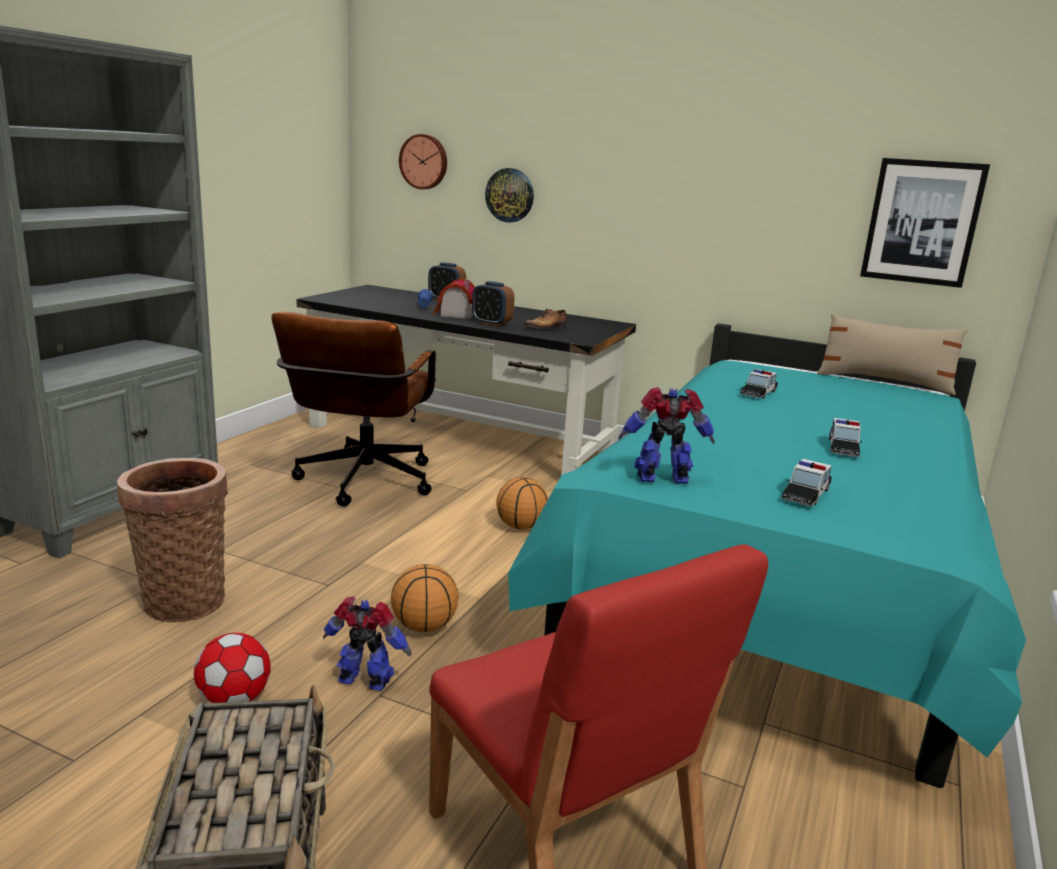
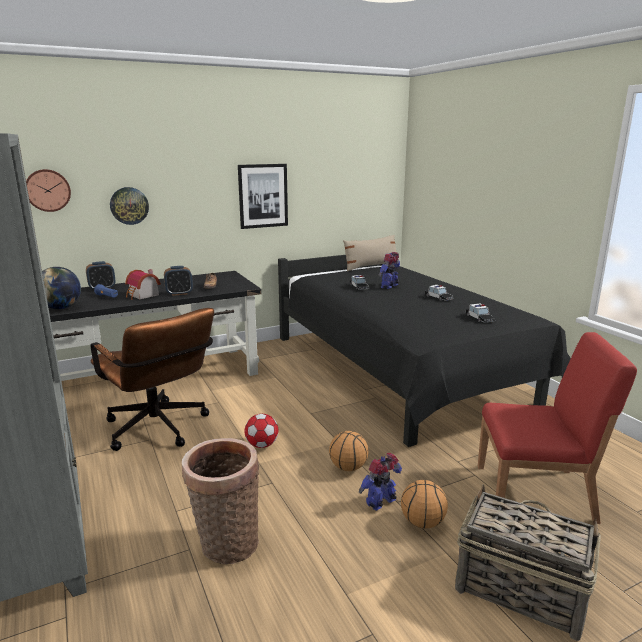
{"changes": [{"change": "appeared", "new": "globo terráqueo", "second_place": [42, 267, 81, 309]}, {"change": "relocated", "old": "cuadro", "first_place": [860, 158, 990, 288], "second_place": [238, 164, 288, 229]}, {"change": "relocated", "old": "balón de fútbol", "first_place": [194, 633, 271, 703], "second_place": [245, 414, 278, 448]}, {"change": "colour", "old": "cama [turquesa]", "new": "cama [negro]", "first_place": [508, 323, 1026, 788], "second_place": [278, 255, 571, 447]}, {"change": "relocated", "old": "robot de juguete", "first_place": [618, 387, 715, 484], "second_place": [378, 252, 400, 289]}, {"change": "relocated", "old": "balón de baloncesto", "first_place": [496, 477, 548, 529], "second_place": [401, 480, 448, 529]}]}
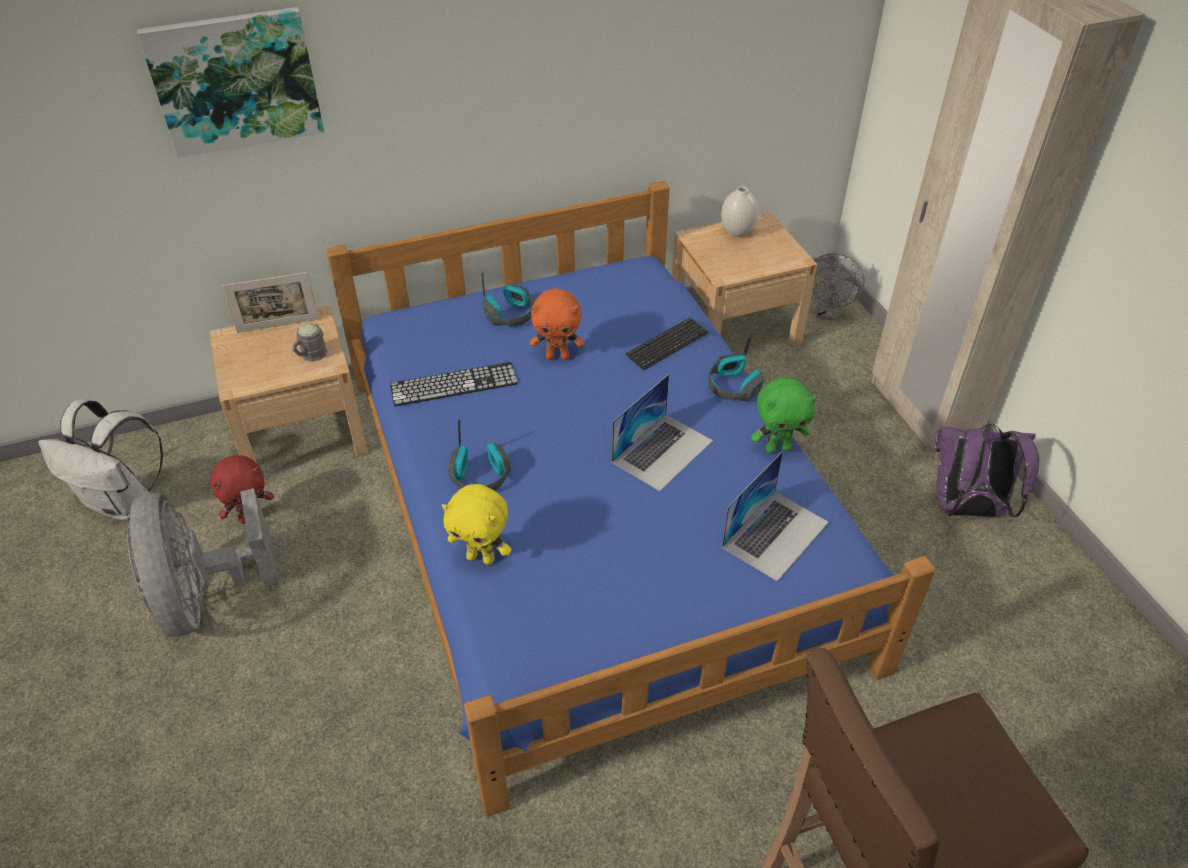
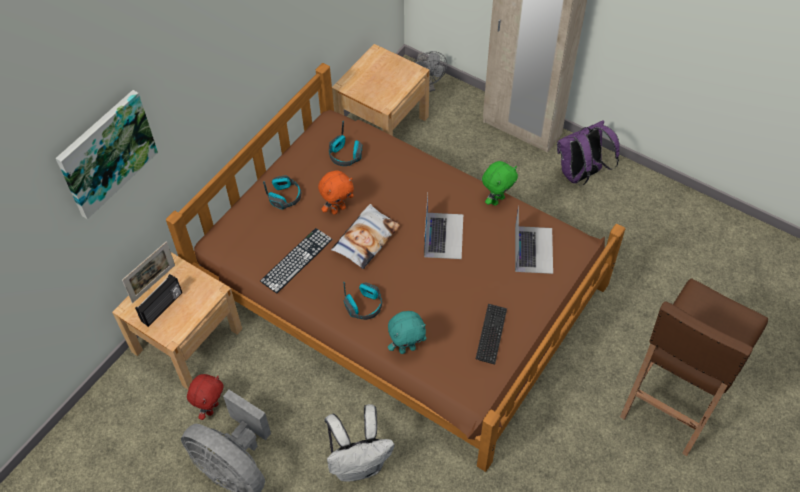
{"changes": [{"change": "appeared", "new": "radio", "second_place": [135, 274, 182, 327]}, {"change": "colour", "old": "cama [azul]", "new": "cama [marrón]", "first_place": [326, 181, 936, 817], "second_place": [166, 63, 625, 472]}, {"change": "relocated", "old": "mochila [blanco]", "first_place": [38, 399, 163, 520], "second_place": [325, 404, 395, 482]}, {"change": "relocated", "old": "auriculares", "first_place": [708, 331, 764, 401], "second_place": [329, 121, 362, 166]}, {"change": "appeared", "new": "cojín", "second_place": [331, 204, 401, 269]}, {"change": "colour", "old": "peluche [amarillo]", "new": "peluche [turquesa]", "first_place": [442, 484, 512, 565], "second_place": [388, 311, 426, 354]}, {"change": "relocated", "old": "teclado", "first_place": [625, 317, 708, 370], "second_place": [476, 304, 507, 365]}, {"change": "missing", "old": "taza grande [gris]", "first_place": [292, 323, 327, 362]}, {"change": "missing", "old": "florero [blanco]", "first_place": [721, 186, 759, 237]}]}
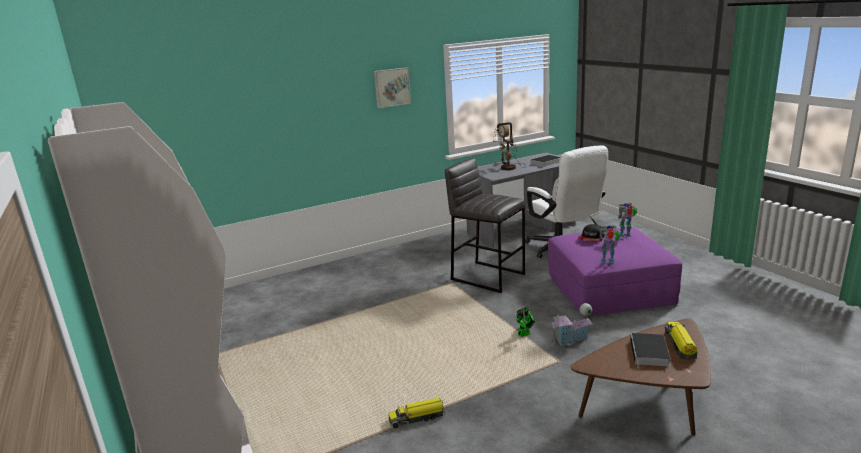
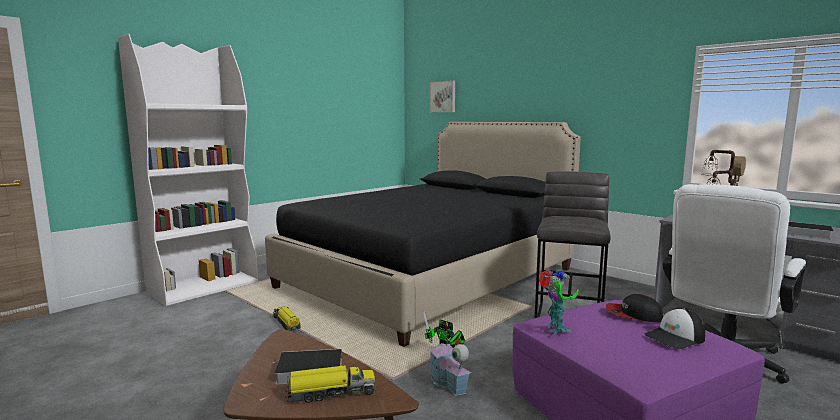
{"changes": [{"change": "appeared", "new": "cama [negro]", "second_place": [265, 122, 581, 347]}, {"change": "relocated", "old": "cuadro", "first_place": [374, 67, 411, 108], "second_place": [430, 80, 455, 112]}, {"change": "exchanged", "old": "robot de juguete", "new": "gorra", "first_place": [618, 203, 637, 238], "second_place": [645, 308, 705, 349]}]}
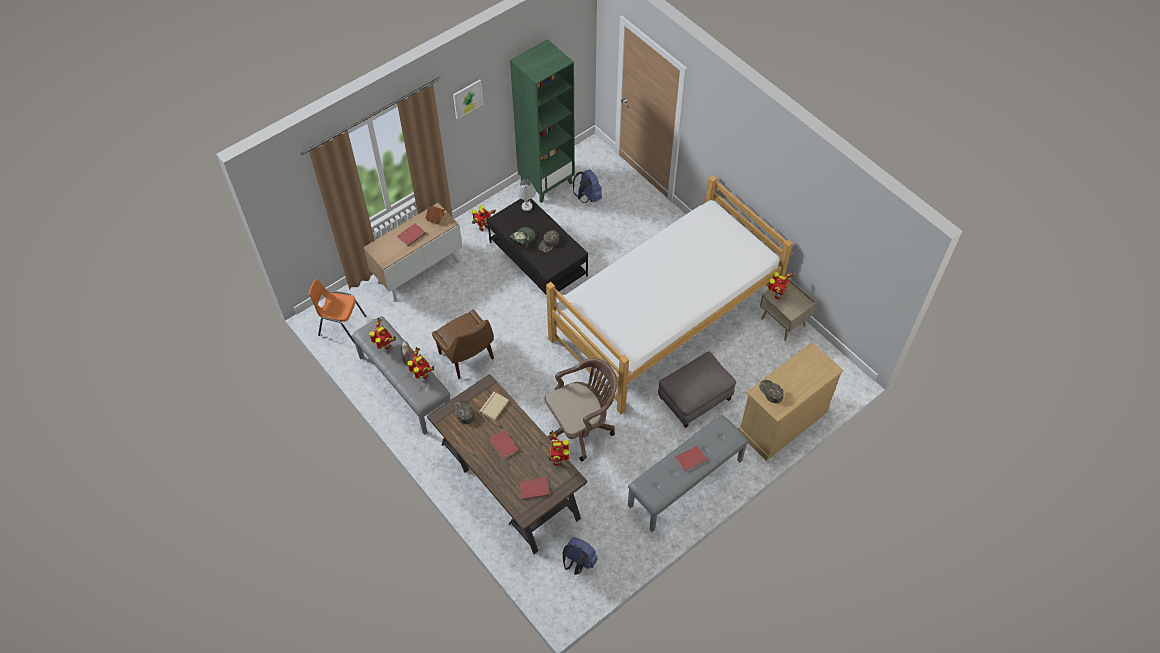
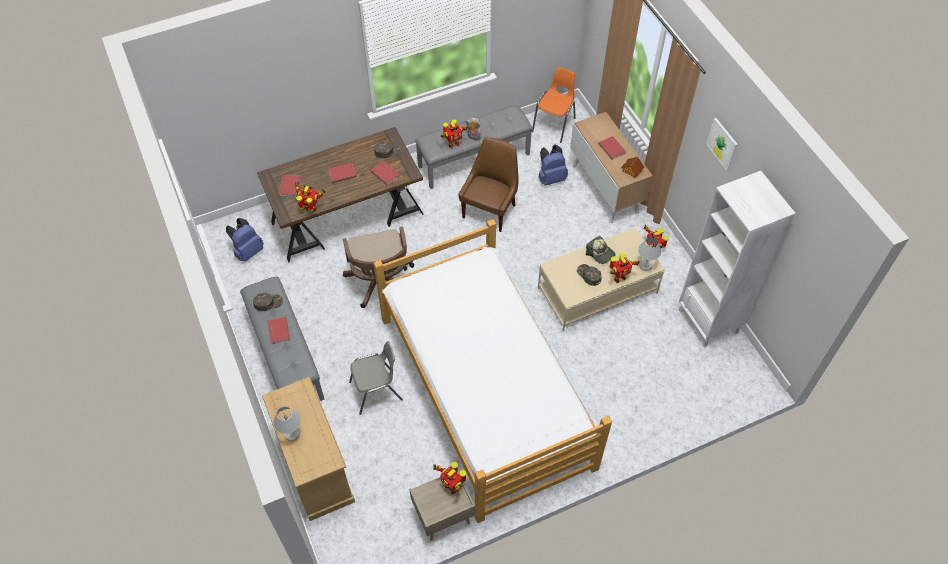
{"changes": [{"change": "relocated", "old": "gorra [verde]", "first_place": [759, 380, 784, 403], "second_place": [253, 293, 283, 311]}, {"change": "appeared", "new": "lámpara de mesa [blanco]", "second_place": [274, 407, 301, 441]}, {"change": "exchanged", "old": "puf [gris]", "new": "silla [gris]", "first_place": [658, 351, 737, 428], "second_place": [349, 341, 403, 415]}, {"change": "colour", "old": "libro [beis]", "new": "libro [rojo]", "first_place": [480, 392, 509, 420], "second_place": [370, 161, 400, 185]}, {"change": "spun", "old": "silla [marrón]", "first_place": [432, 310, 494, 379], "second_place": [458, 137, 519, 232], "degrees": 135}, {"change": "colour", "old": "mesa de centro [negro]", "new": "mesa de centro [beis]", "first_place": [487, 199, 588, 294], "second_place": [538, 228, 664, 331]}, {"change": "relocated", "old": "mochila [azul]", "first_place": [573, 170, 602, 203], "second_place": [539, 144, 568, 186]}, {"change": "relocated", "old": "robot de juguete", "first_place": [369, 318, 396, 350], "second_place": [609, 253, 640, 283]}, {"change": "colour", "old": "estantería [verde]", "new": "estantería [blanco]", "first_place": [510, 39, 575, 203], "second_place": [679, 171, 796, 348]}]}
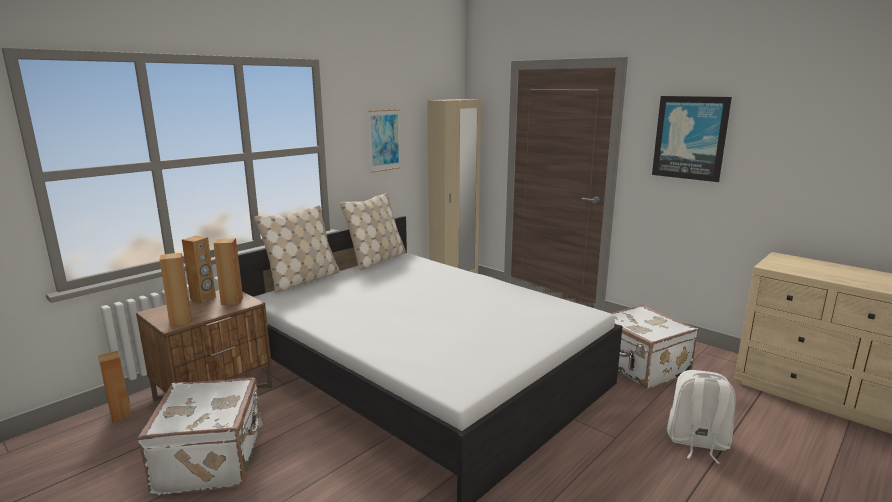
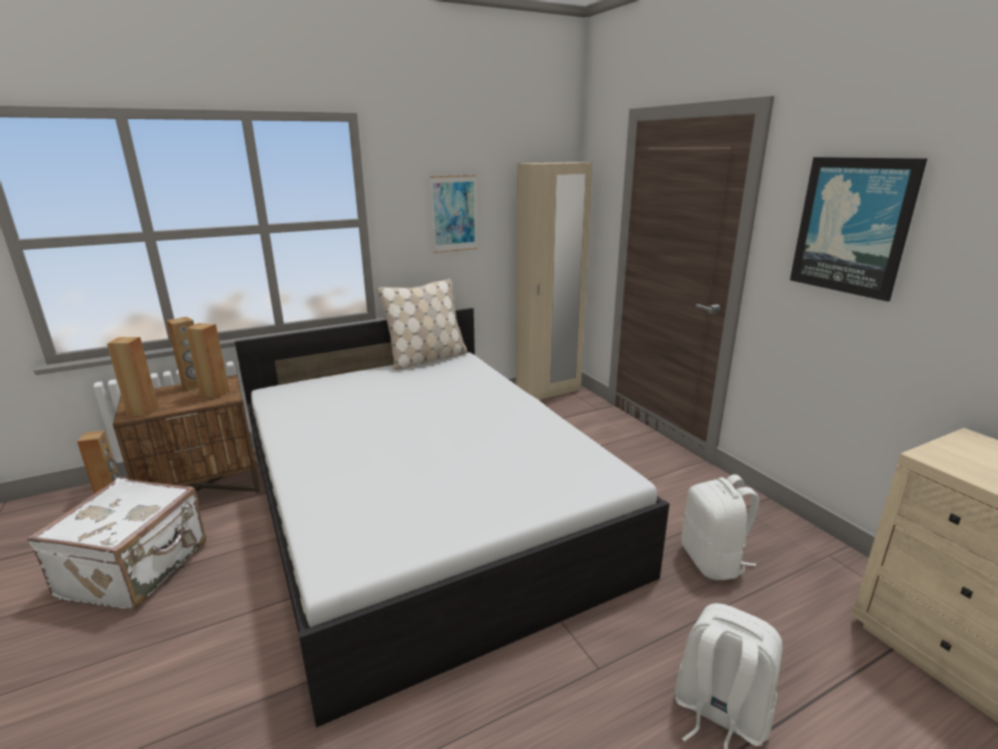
{"changes": [{"change": "exchanged", "old": "maleta [blanco]", "new": "mochila [blanco]", "first_place": [610, 305, 698, 389], "second_place": [681, 474, 760, 580]}, {"change": "missing", "old": "cojín [beis]", "first_place": [254, 205, 340, 293]}]}
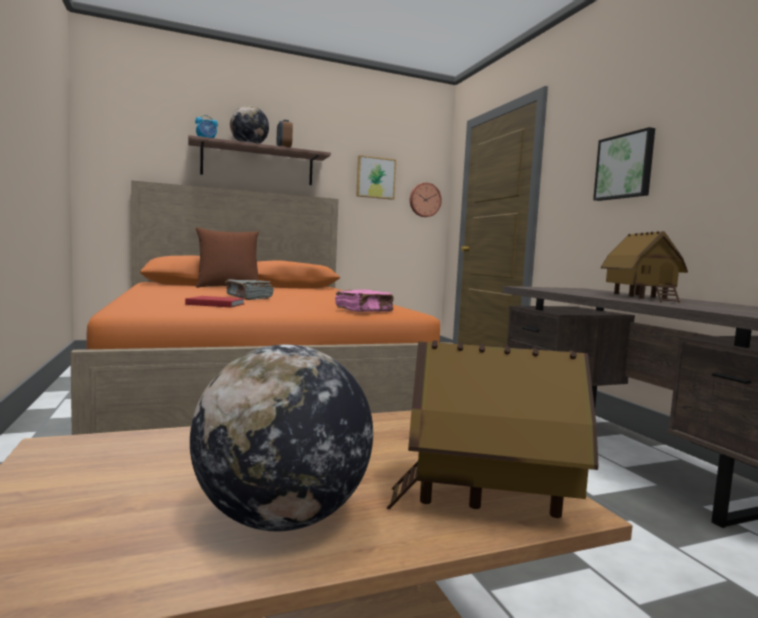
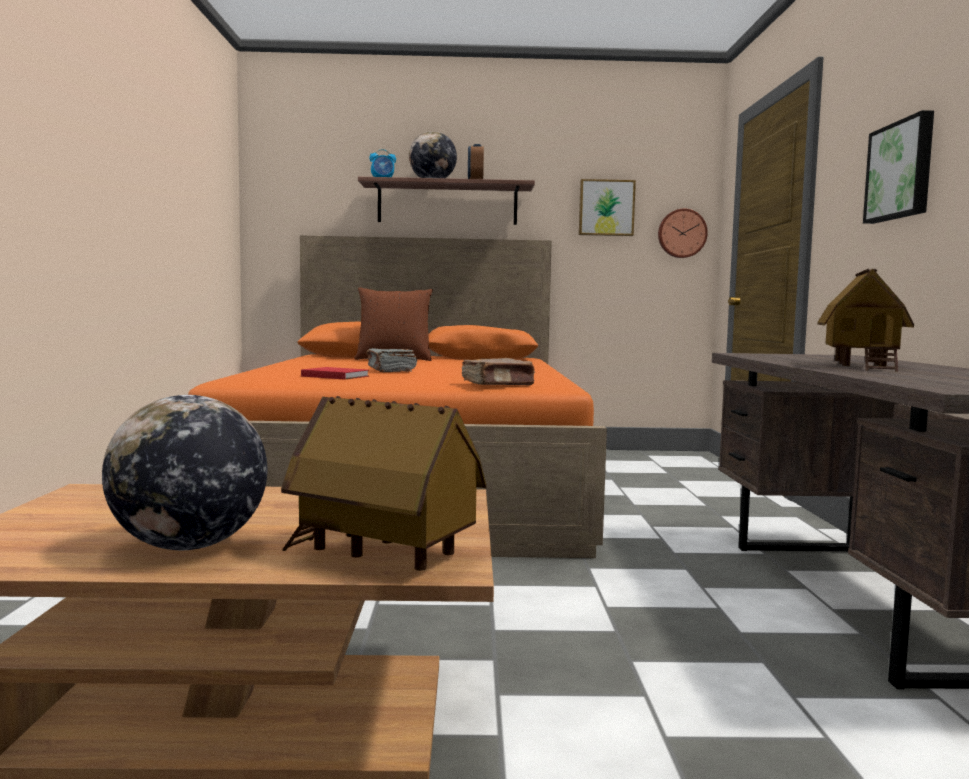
{"changes": [{"change": "colour", "old": "libro [rosa]", "new": "libro [marrón]", "first_place": [335, 289, 394, 312], "second_place": [462, 358, 535, 386]}]}
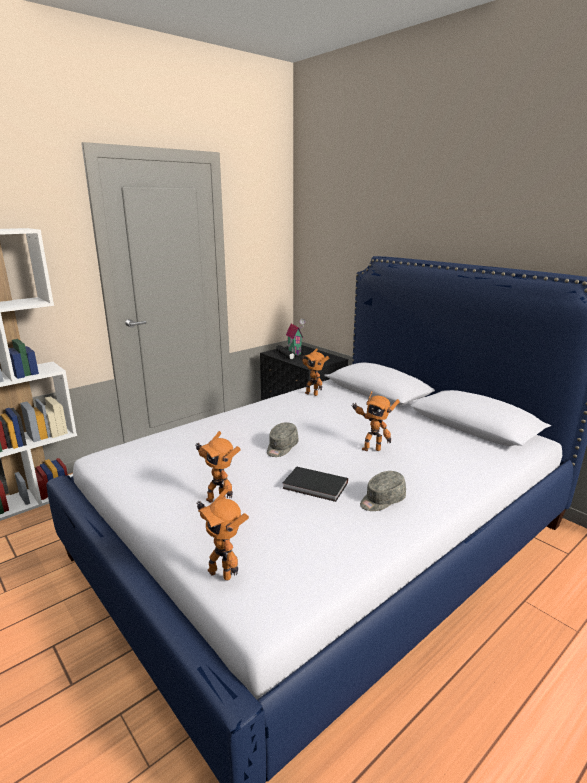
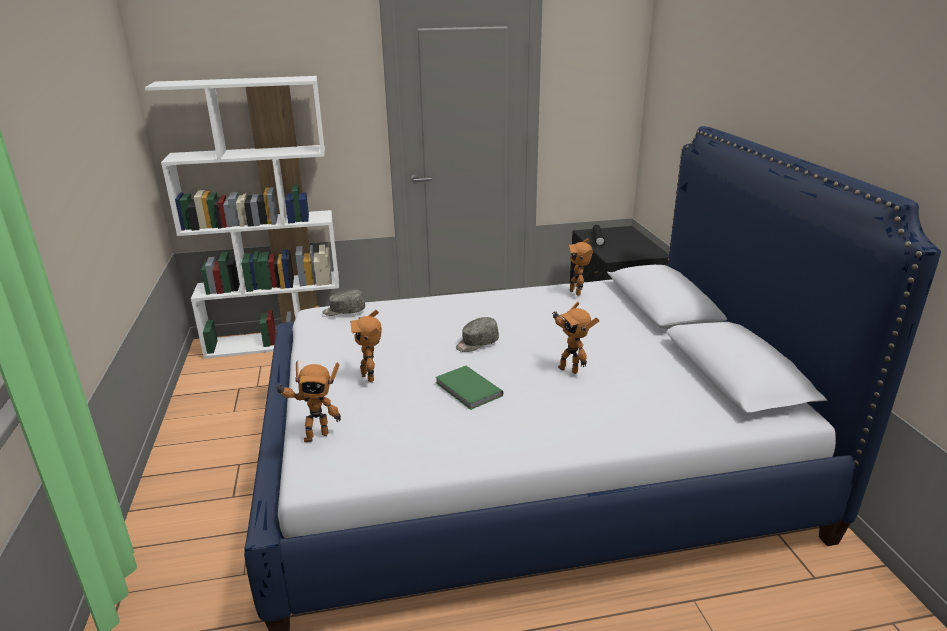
{"changes": [{"change": "spun", "old": "robot de juguete", "first_place": [196, 489, 249, 581], "second_place": [274, 361, 341, 442], "degrees": -90}, {"change": "relocated", "old": "gorra [gris]", "first_place": [360, 471, 406, 511], "second_place": [322, 290, 365, 316]}, {"change": "colour", "old": "libro [negro]", "new": "libro [verde]", "first_place": [282, 467, 348, 502], "second_place": [436, 366, 503, 410]}, {"change": "missing", "old": "casita", "first_place": [286, 319, 305, 355]}]}
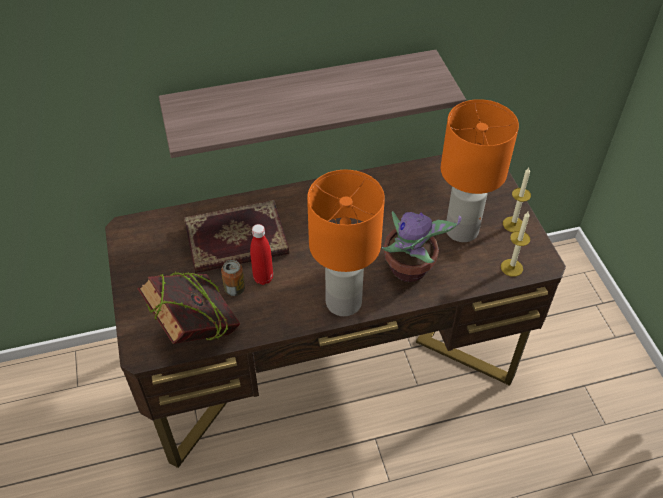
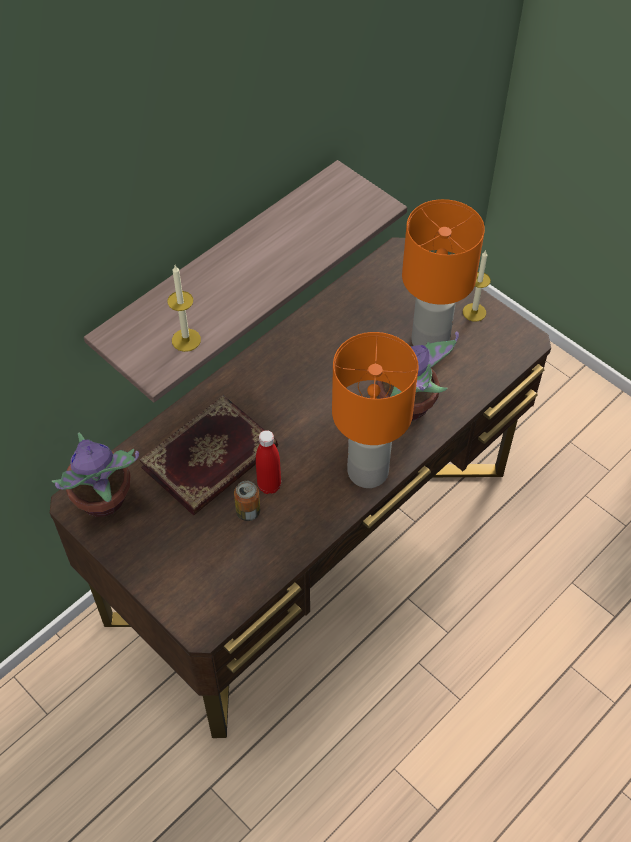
{"changes": [{"change": "appeared", "new": "planta en maceta", "second_place": [52, 433, 139, 517]}, {"change": "relocated", "old": "vela", "first_place": [501, 212, 530, 277], "second_place": [168, 265, 201, 352]}, {"change": "missing", "old": "libro", "first_place": [137, 272, 240, 344]}]}
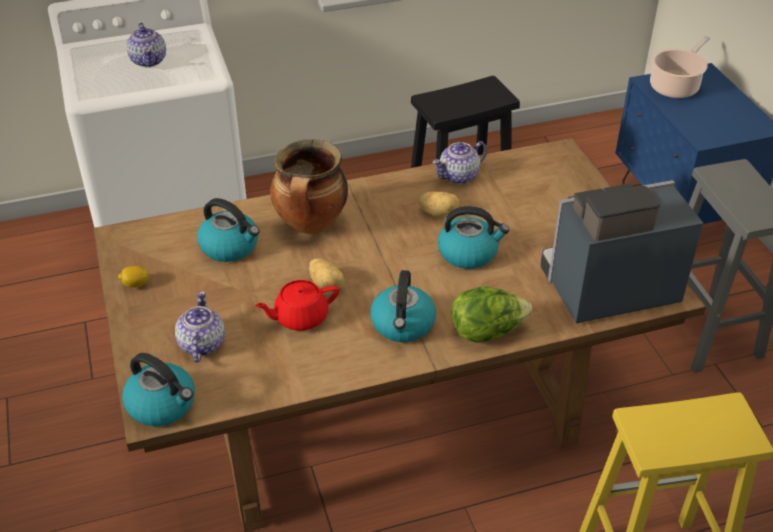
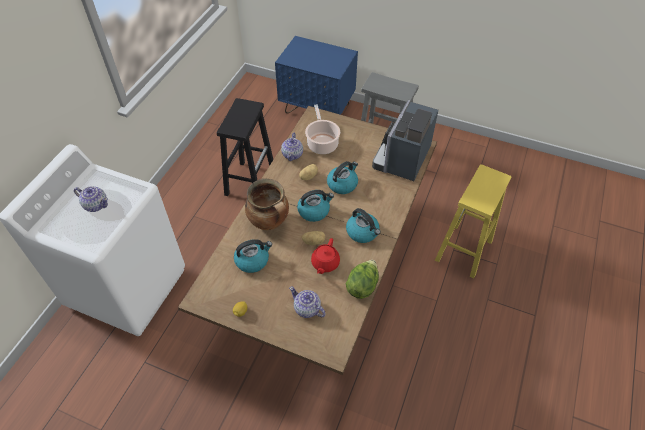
{"changes": [{"change": "relocated", "old": "hervidor", "first_place": [122, 353, 195, 426], "second_place": [297, 190, 334, 222]}, {"change": "relocated", "old": "olla", "first_place": [650, 36, 710, 98], "second_place": [305, 104, 340, 154]}, {"change": "relocated", "old": "lechuga", "first_place": [452, 286, 532, 343], "second_place": [346, 260, 379, 299]}]}
